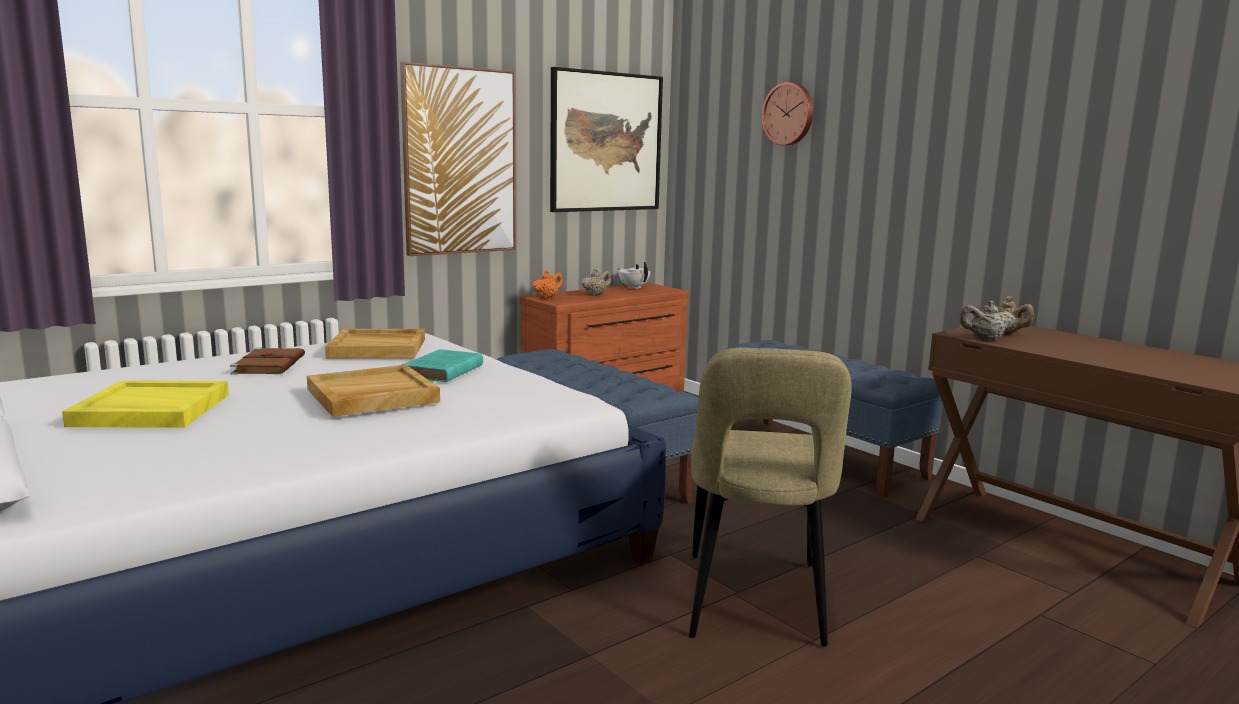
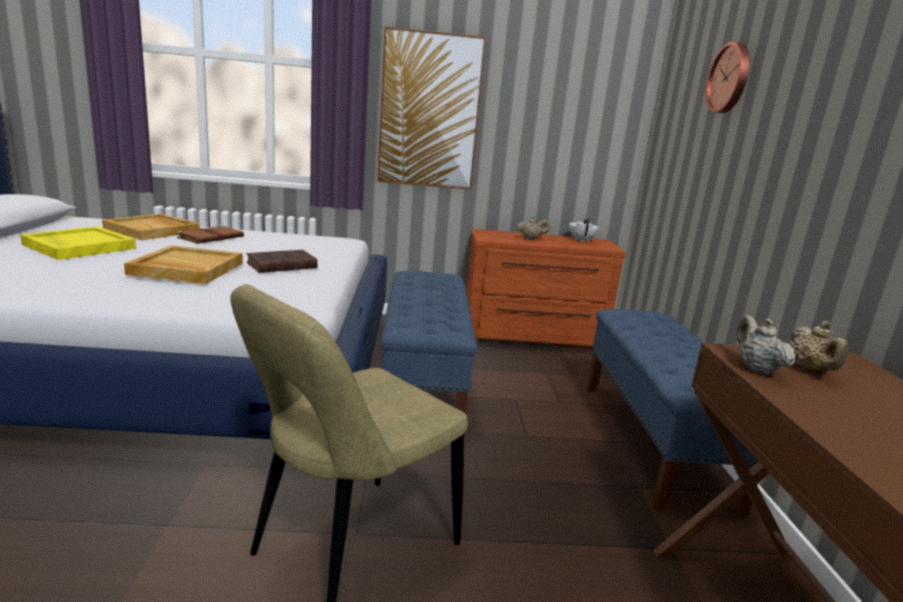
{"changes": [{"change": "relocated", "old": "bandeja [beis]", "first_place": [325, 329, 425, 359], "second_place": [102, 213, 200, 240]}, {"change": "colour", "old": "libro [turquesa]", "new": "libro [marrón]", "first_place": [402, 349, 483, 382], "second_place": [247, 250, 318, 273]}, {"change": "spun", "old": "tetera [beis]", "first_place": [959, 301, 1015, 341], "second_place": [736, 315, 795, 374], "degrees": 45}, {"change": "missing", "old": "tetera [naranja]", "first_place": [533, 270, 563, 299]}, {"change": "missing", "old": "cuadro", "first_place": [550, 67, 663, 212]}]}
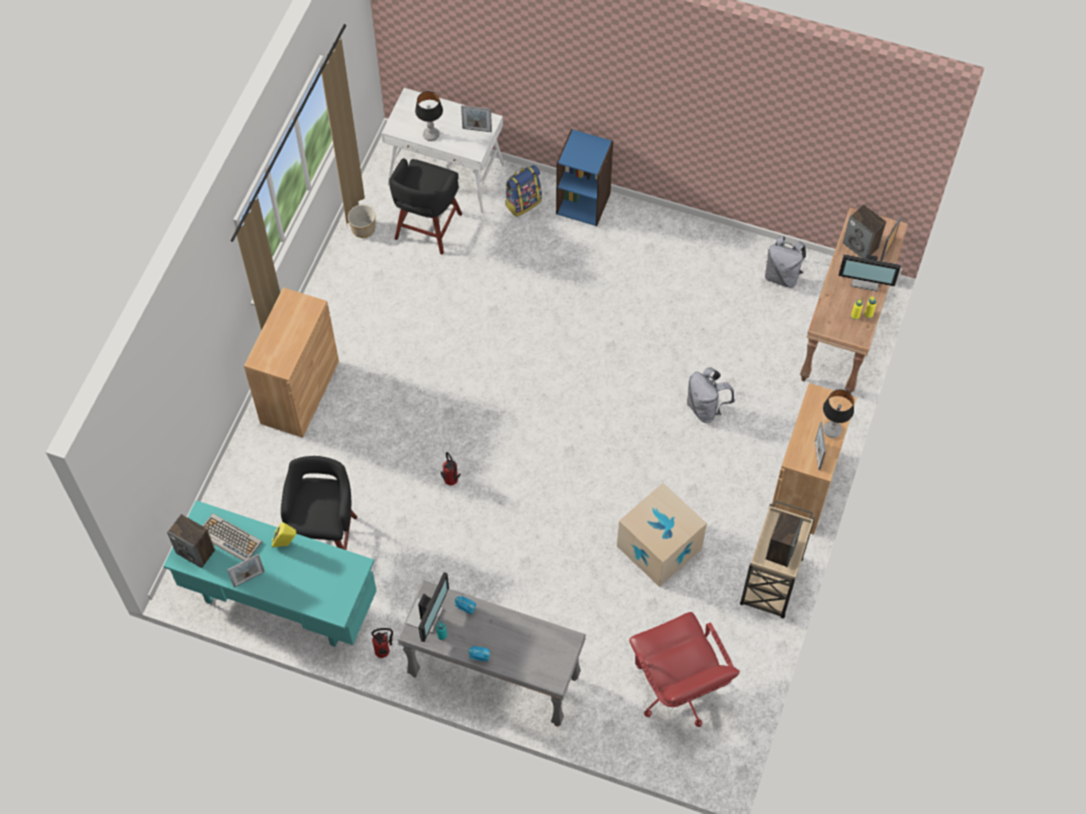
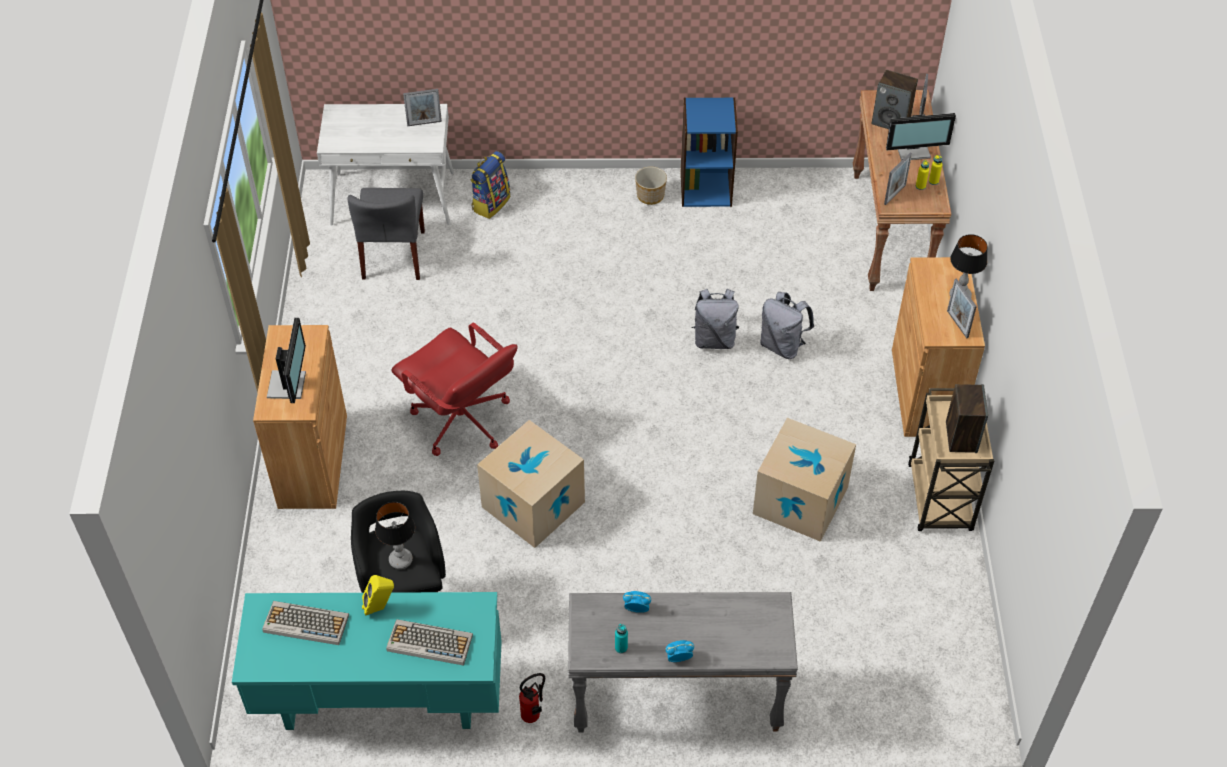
{"changes": [{"change": "relocated", "old": "monitor", "first_place": [406, 572, 449, 642], "second_place": [267, 318, 306, 403]}, {"change": "exchanged", "old": "taburete [negro]", "new": "silla [gris]", "first_place": [389, 158, 462, 255], "second_place": [347, 188, 425, 280]}, {"change": "relocated", "old": "lámpara de mesa", "first_place": [415, 91, 443, 141], "second_place": [375, 502, 415, 569]}, {"change": "appeared", "new": "teclado", "second_place": [386, 619, 473, 666]}, {"change": "relocated", "old": "silla de oficina [rojo]", "first_place": [629, 612, 740, 727], "second_place": [391, 323, 517, 456]}, {"change": "exchanged", "old": "extintor", "new": "caja de cartón", "first_place": [441, 452, 461, 485], "second_place": [477, 420, 585, 548]}, {"change": "relocated", "old": "maceta", "first_place": [348, 205, 375, 238], "second_place": [635, 167, 667, 205]}, {"change": "relocated", "old": "estantería [azul]", "first_place": [556, 129, 613, 226], "second_place": [680, 97, 738, 207]}, {"change": "relocated", "old": "mochila [gris]", "first_place": [765, 236, 806, 288], "second_place": [691, 289, 739, 349]}, {"change": "relocated", "old": "portarretratos", "first_place": [227, 554, 265, 588], "second_place": [884, 152, 912, 205]}, {"change": "missing", "old": "altavoz", "first_place": [167, 514, 215, 568]}]}
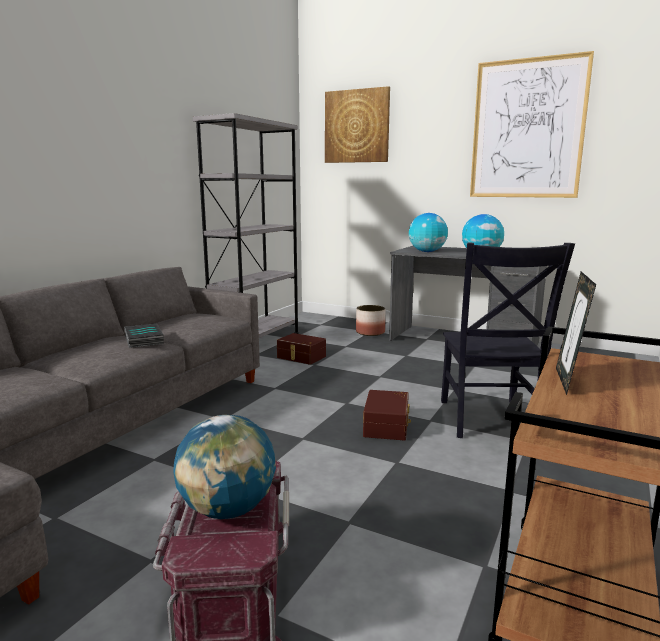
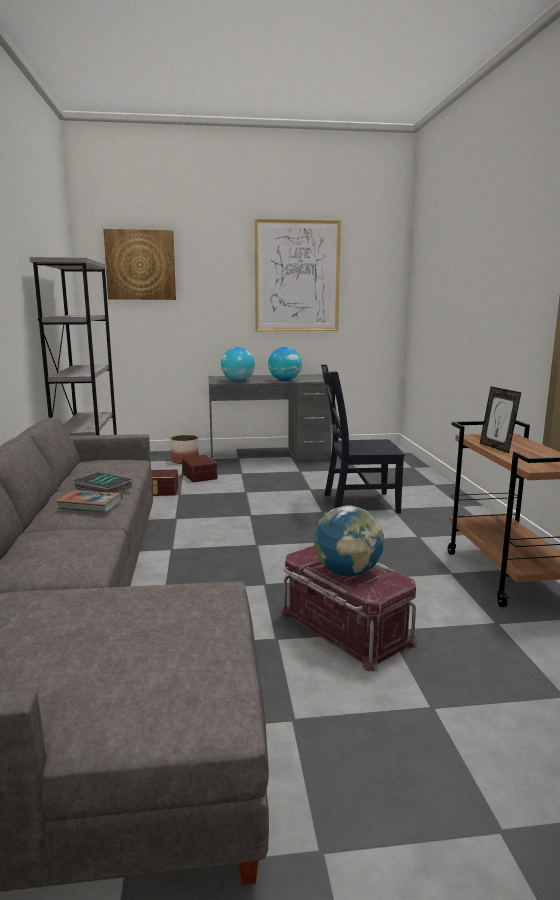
{"changes": [{"change": "appeared", "new": "libro", "second_place": [56, 490, 122, 513]}, {"change": "relocated", "old": "caja de almacenaje [marrón]", "first_place": [363, 390, 411, 441], "second_place": [182, 455, 217, 482]}, {"change": "spun", "old": "silla [negro]", "first_place": [441, 243, 575, 438], "second_place": [321, 364, 405, 513], "degrees": 120}]}
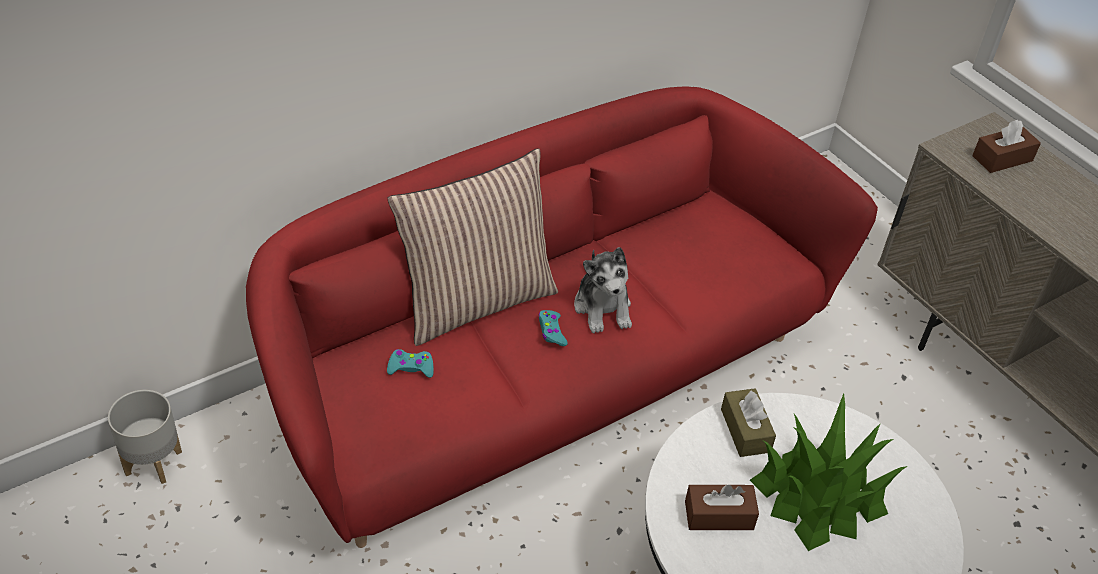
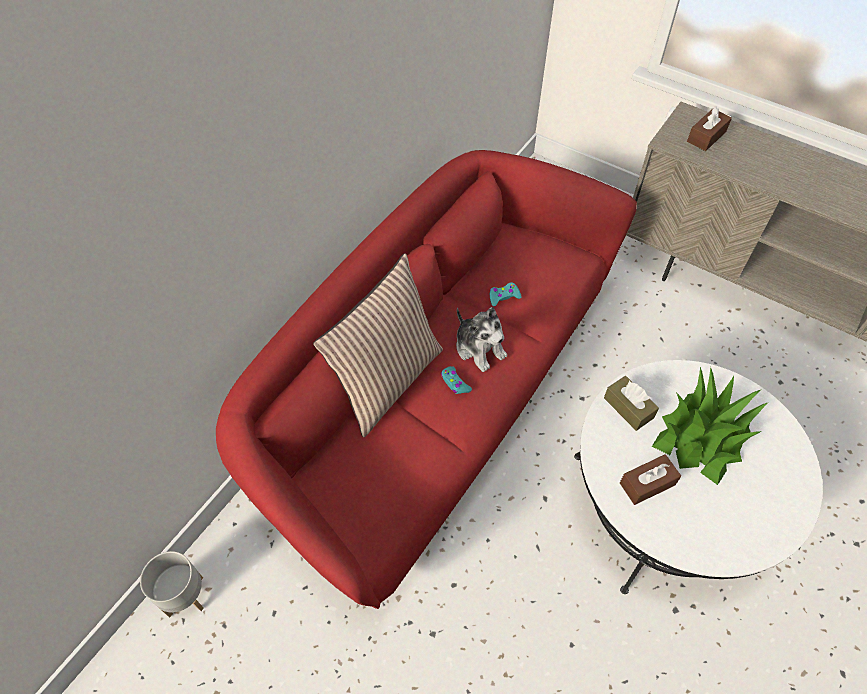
{"changes": [{"change": "relocated", "old": "mando de consola [turquesa]", "first_place": [387, 349, 434, 378], "second_place": [490, 282, 522, 306]}]}
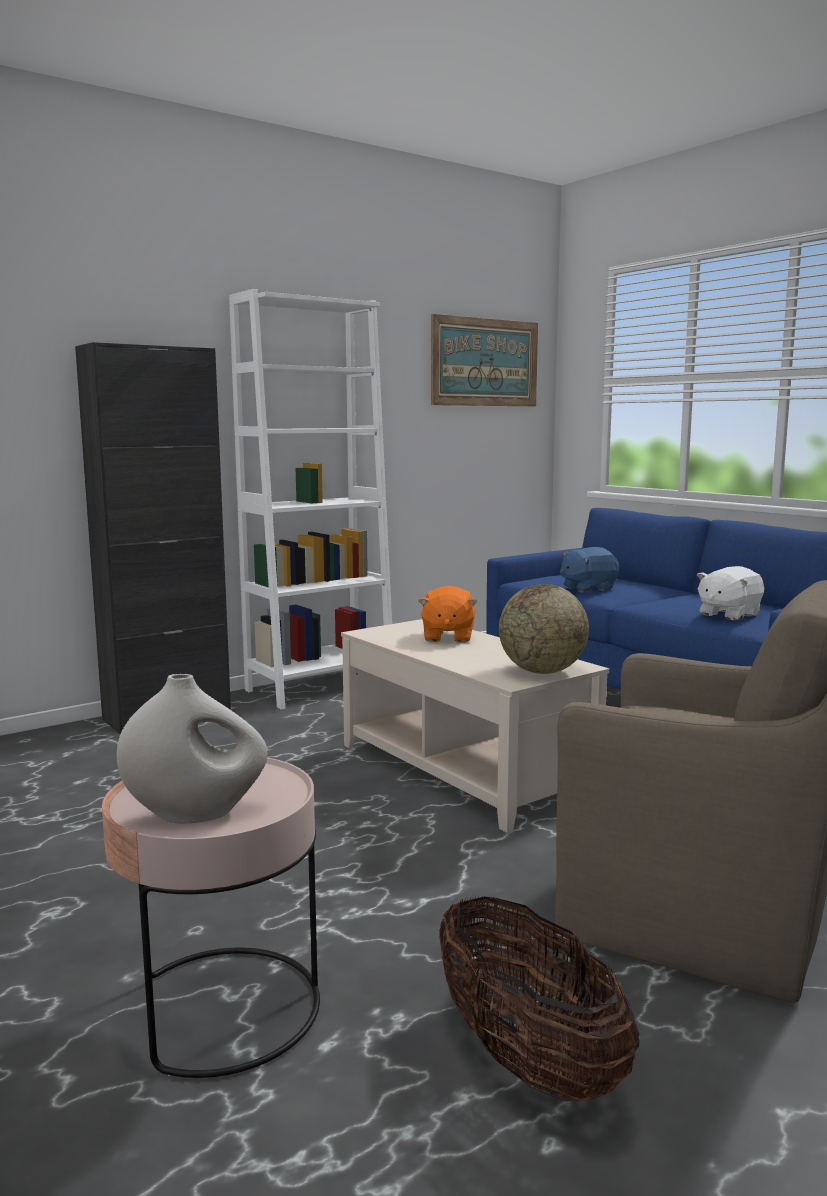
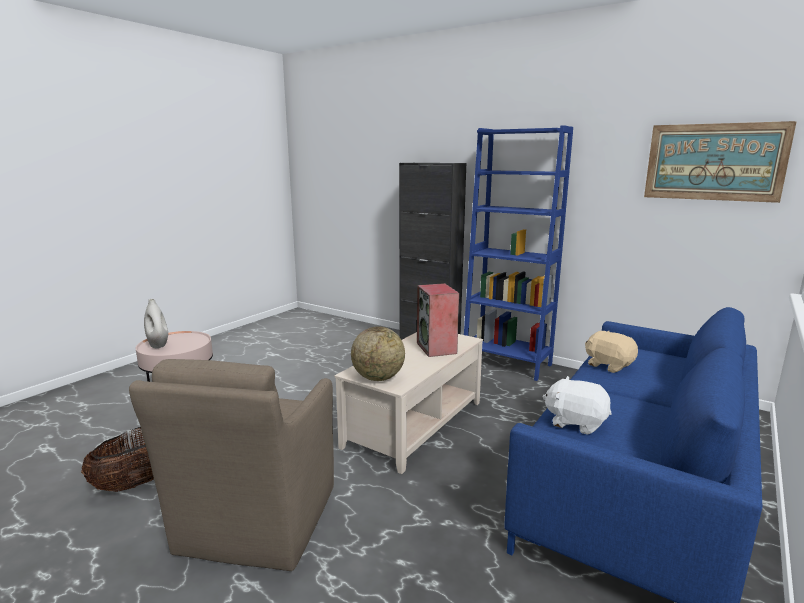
{"changes": [{"change": "exchanged", "old": "peluche [naranja]", "new": "altavoz", "first_place": [418, 586, 477, 643], "second_place": [417, 283, 459, 357]}, {"change": "colour", "old": "estantería [blanco]", "new": "estantería [azul]", "first_place": [229, 289, 392, 710], "second_place": [464, 125, 573, 381]}, {"change": "colour", "old": "peluche [azul]", "new": "peluche [beis]", "first_place": [560, 547, 619, 592], "second_place": [585, 331, 638, 373]}]}
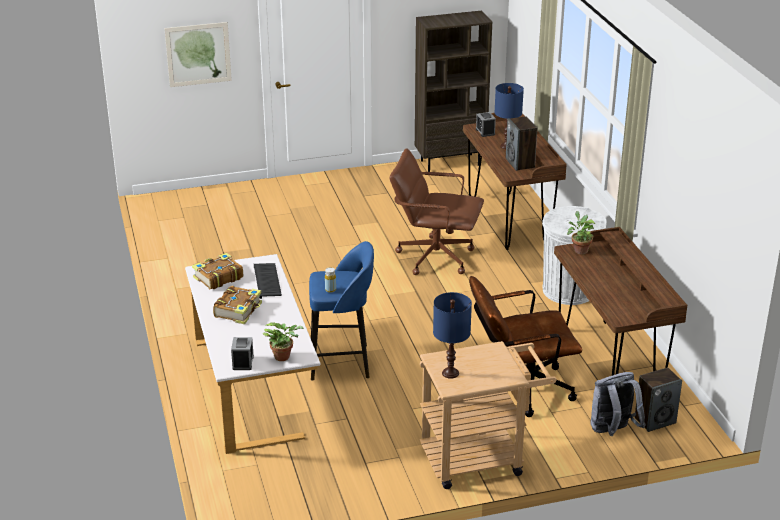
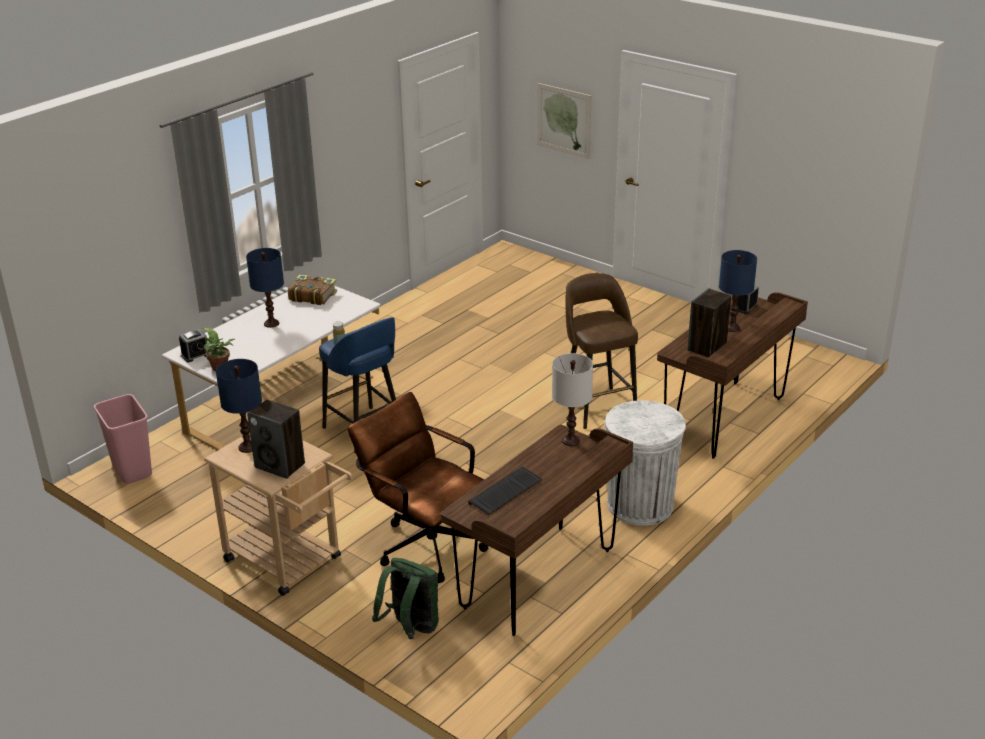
{"changes": [{"change": "appeared", "new": "papelera [rosa]", "second_place": [94, 394, 152, 484]}, {"change": "exchanged", "old": "libro", "new": "lámpara de mesa [azul]", "first_place": [213, 286, 262, 324], "second_place": [246, 248, 284, 328]}, {"change": "relocated", "old": "altavoz", "first_place": [635, 367, 682, 432], "second_place": [247, 400, 305, 479]}, {"change": "colour", "old": "mochila [gris]", "new": "mochila [verde]", "first_place": [591, 372, 646, 436], "second_place": [372, 558, 439, 639]}, {"change": "relocated", "old": "teclado", "first_place": [254, 263, 282, 299], "second_place": [468, 466, 543, 515]}, {"change": "exchanged", "old": "planta en maceta", "new": "lámpara de mesa [blanco]", "first_place": [567, 211, 595, 254], "second_place": [552, 353, 593, 446]}, {"change": "exchanged", "old": "silla de oficina [marrón]", "new": "taburete [marrón]", "first_place": [390, 148, 484, 275], "second_place": [565, 273, 638, 429]}, {"change": "missing", "old": "estantería [marrón]", "first_place": [415, 10, 492, 172]}]}
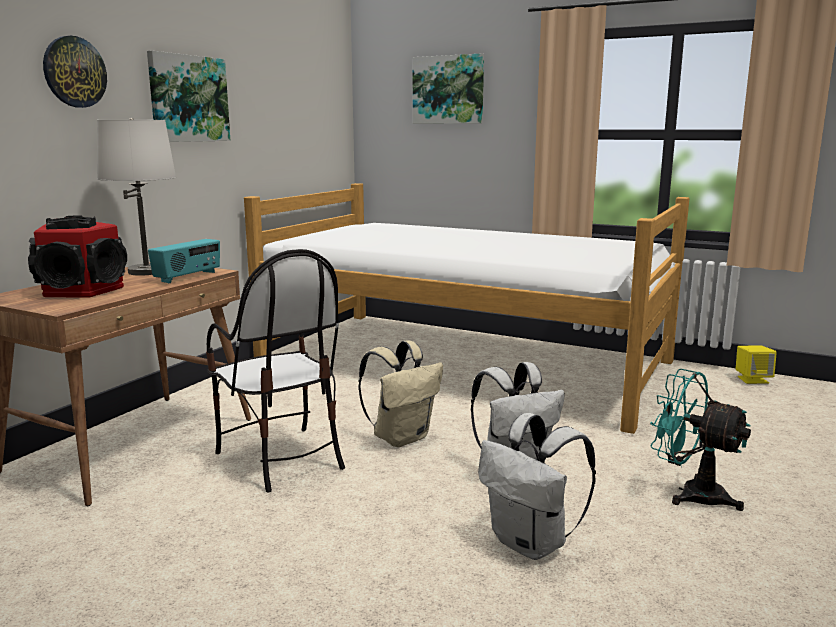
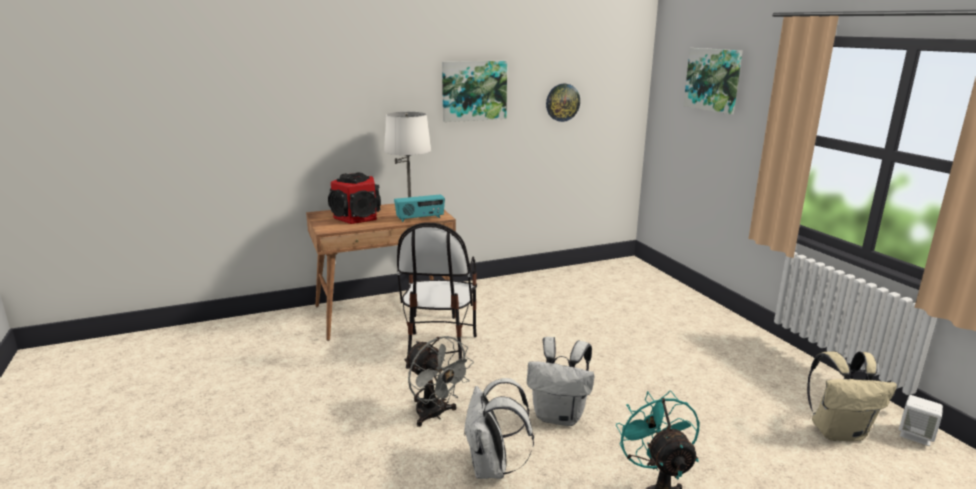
{"changes": [{"change": "appeared", "new": "ventilador [gris]", "second_place": [404, 336, 474, 427]}, {"change": "relocated", "old": "reloj de pared", "first_place": [43, 36, 107, 108], "second_place": [546, 84, 580, 122]}, {"change": "relocated", "old": "mochila [beis]", "first_place": [358, 340, 443, 447], "second_place": [807, 351, 897, 441]}, {"change": "colour", "old": "altavoz [amarillo]", "new": "altavoz [blanco]", "first_place": [736, 346, 777, 384], "second_place": [899, 395, 943, 446]}, {"change": "missing", "old": "cama", "first_place": [244, 183, 690, 434]}]}
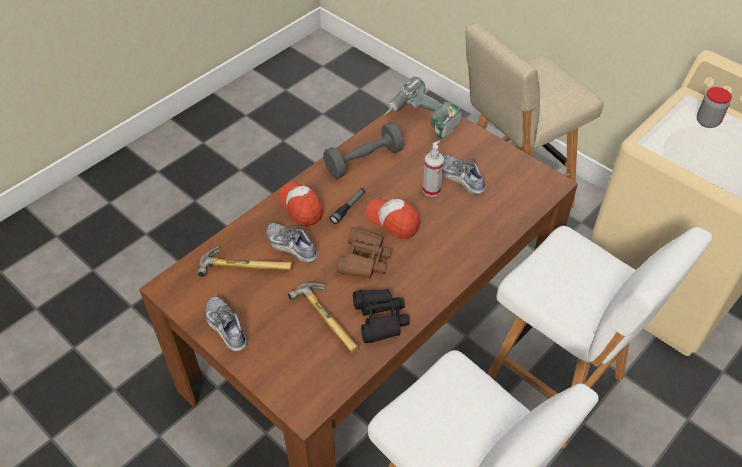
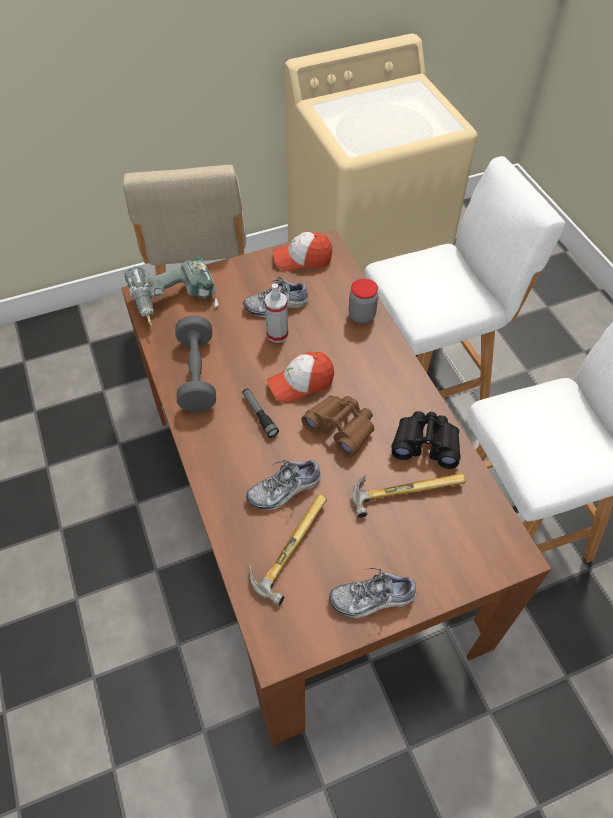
{"changes": [{"change": "relocated", "old": "gorra", "first_place": [278, 182, 323, 227], "second_place": [273, 232, 332, 271]}, {"change": "relocated", "old": "tarro", "first_place": [697, 87, 732, 128], "second_place": [349, 279, 378, 324]}]}
